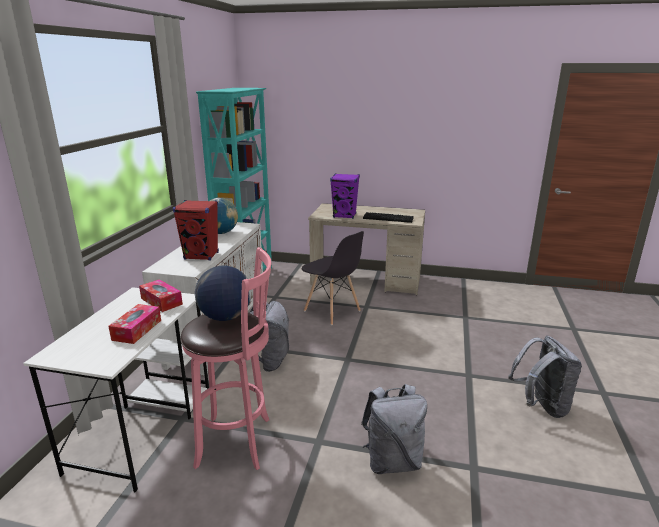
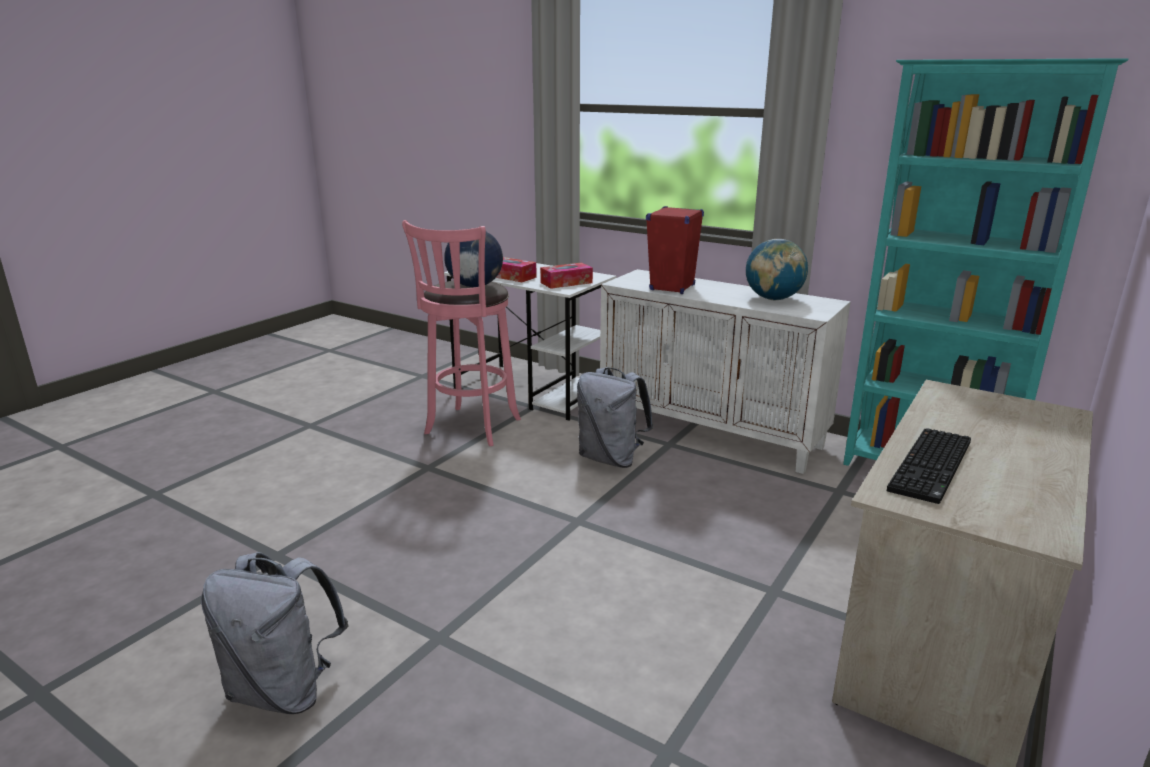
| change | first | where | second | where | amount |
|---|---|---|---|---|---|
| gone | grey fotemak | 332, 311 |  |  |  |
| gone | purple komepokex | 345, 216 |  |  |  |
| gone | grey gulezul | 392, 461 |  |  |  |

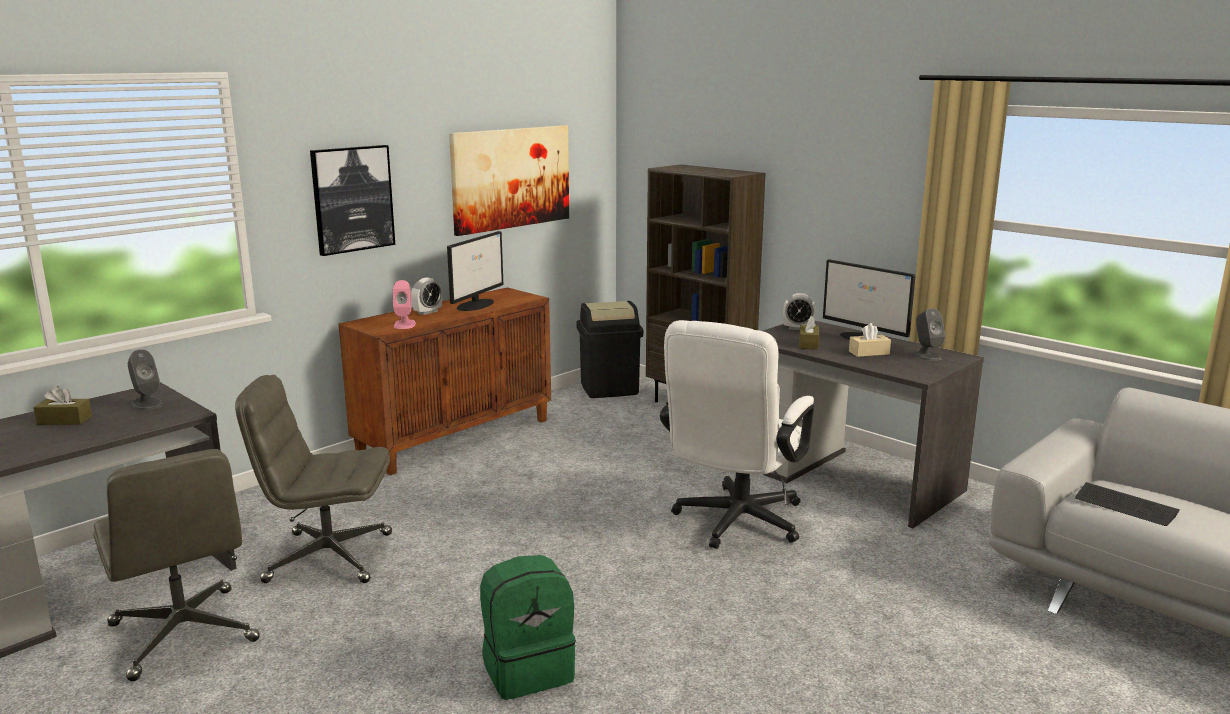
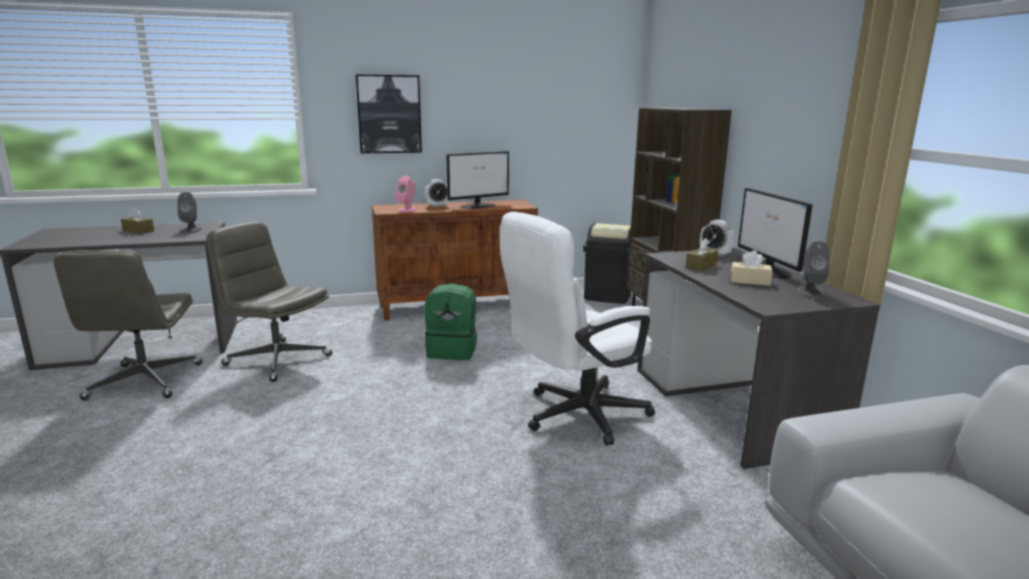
| change | first | where | second | where | amount |
|---|---|---|---|---|---|
| shifted | green gulezul | 528, 670 |  | 452, 351 |  |
| gone | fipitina | 511, 178 |  |  |  |
| gone | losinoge | 1125, 506 |  |  |  |

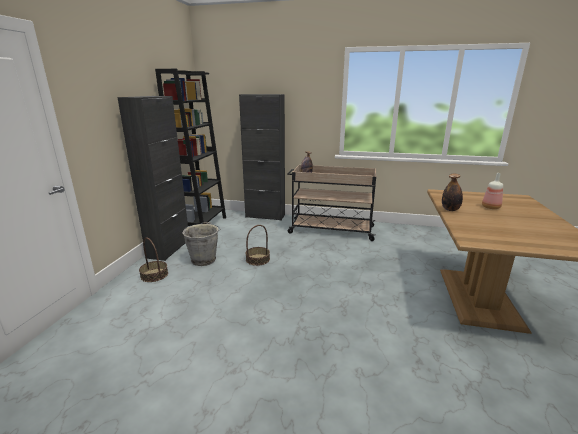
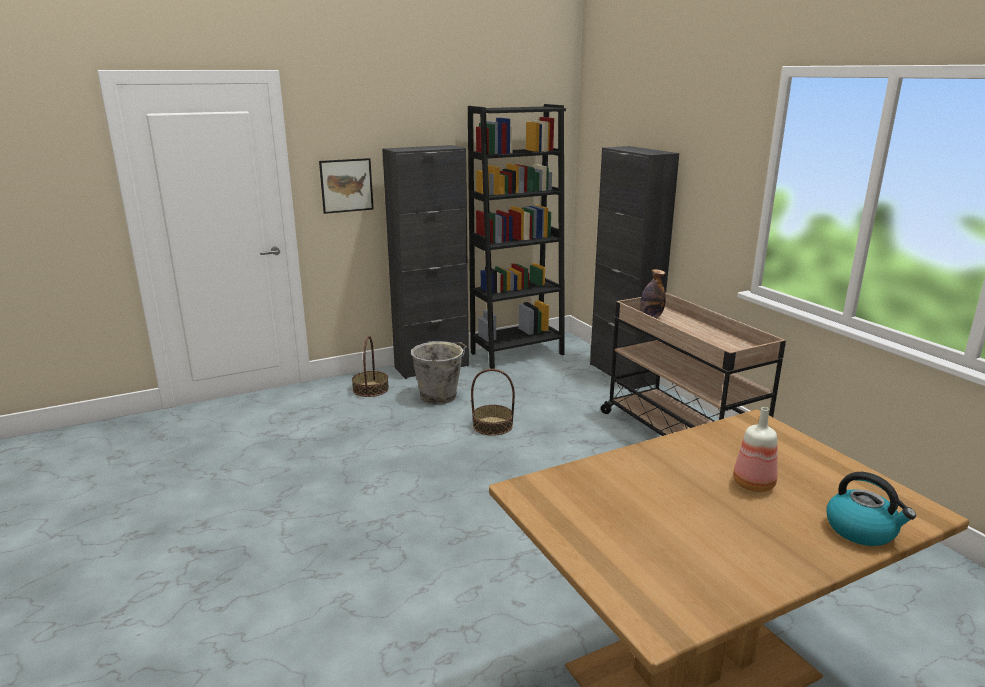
| change | first | where | second | where | amount |
|---|---|---|---|---|---|
| new |  |  | fipitina | 346, 185 |  |
| new |  |  | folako | 862, 530 |  |
| gone | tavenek | 450, 210 |  |  |  |

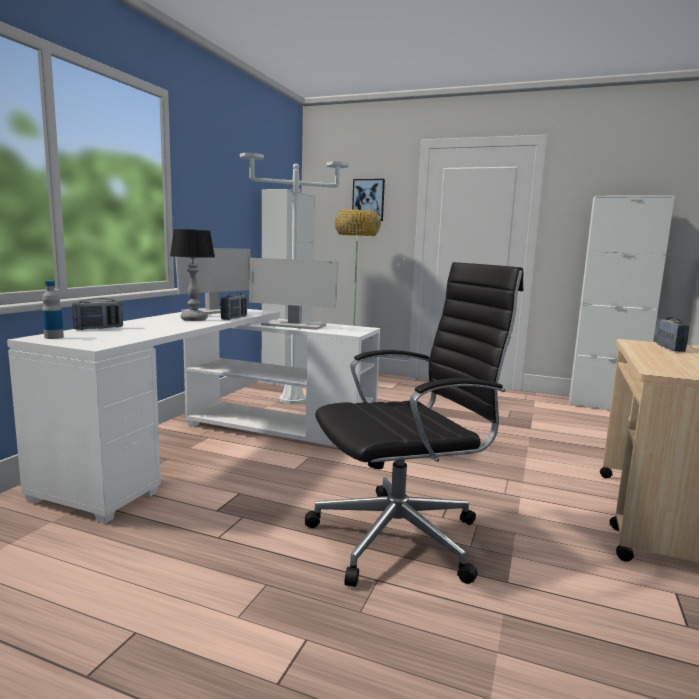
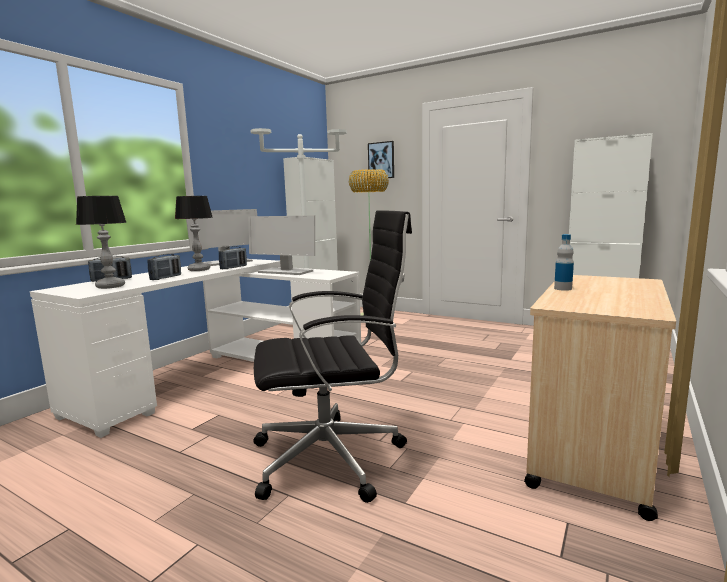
| change | first | where | second | where | amount |
|---|---|---|---|---|---|
| new |  |  | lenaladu | 111, 286 |  |
| shifted | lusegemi | 670, 348 |  | 166, 278 |  |
| shifted | tavenek | 54, 337 |  | 563, 288 |  |

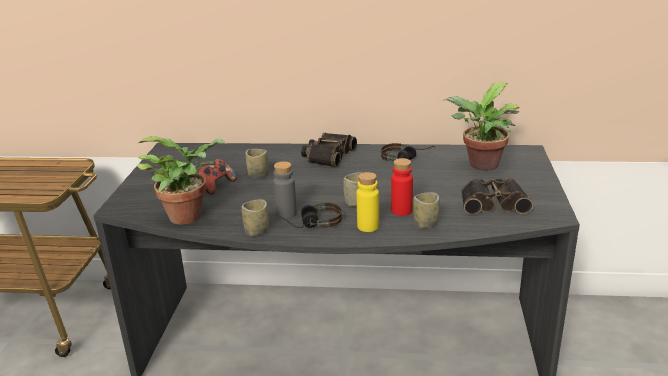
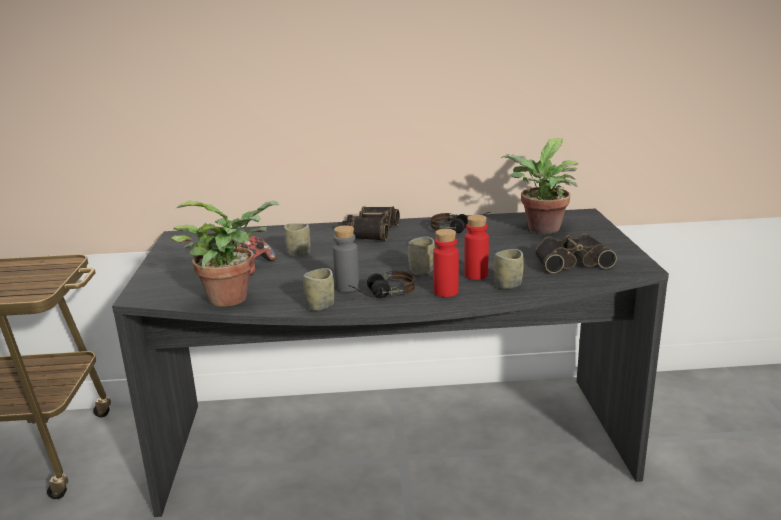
| change | first | where | second | where | amount |
|---|---|---|---|---|---|
| repainted | yellow tavenek | 368, 226 | red tavenek | 446, 292 |  |

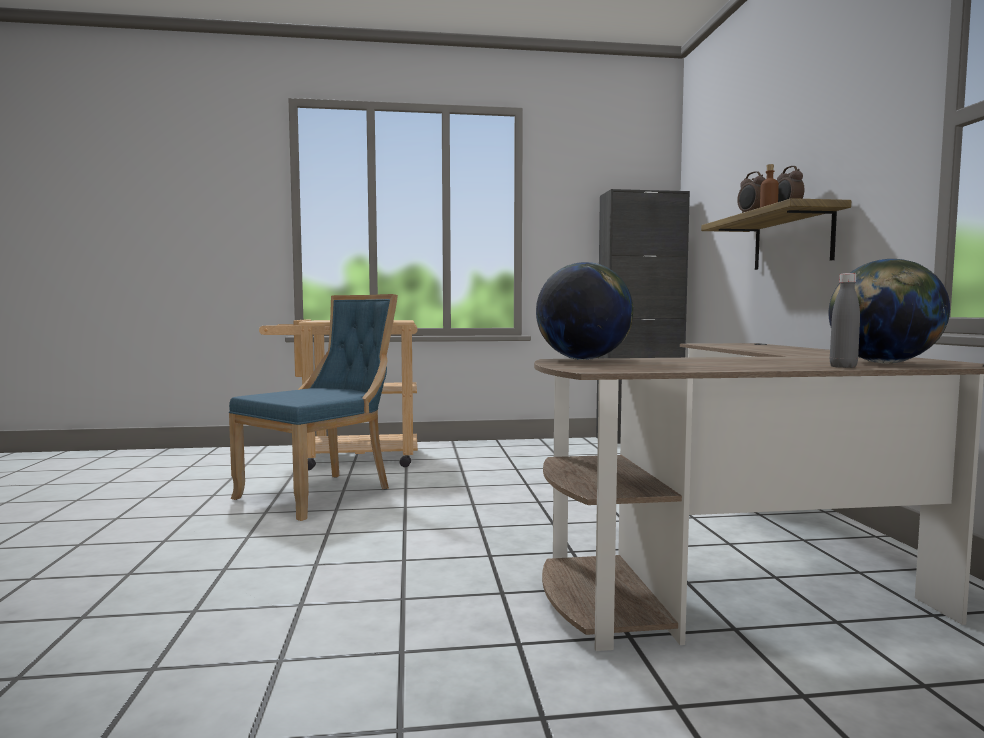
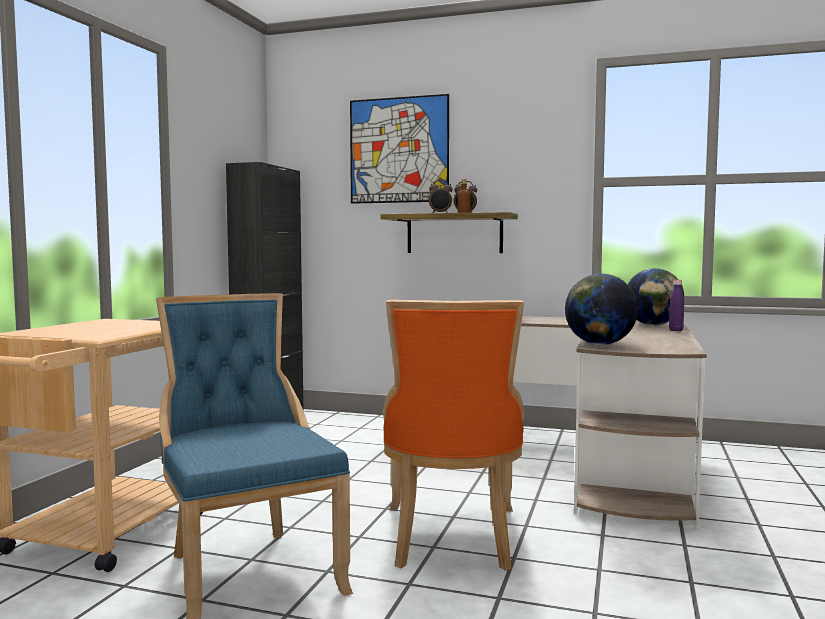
| change | first | where | second | where | amount |
|---|---|---|---|---|---|
| new |  |  | fipitina | 399, 150 |  |
| new |  |  | orange fotemak | 451, 539 |  |
| repainted | grey tavenek | 843, 367 | purple tavenek | 676, 330 |  |

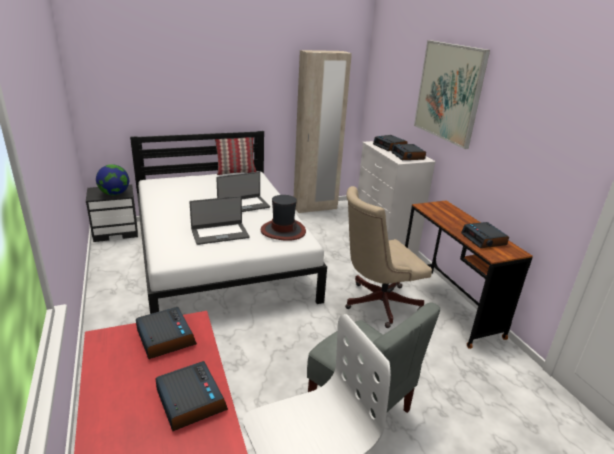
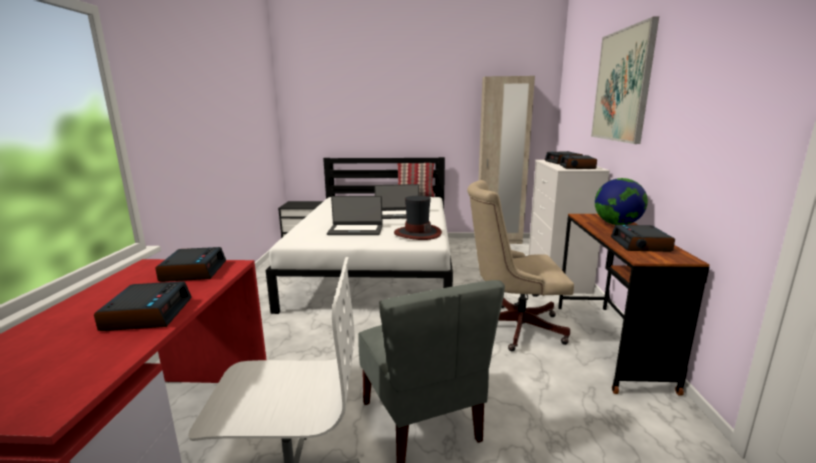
| change | first | where | second | where | amount |
|---|---|---|---|---|---|
| shifted | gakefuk | 114, 194 |  | 617, 224 |  |

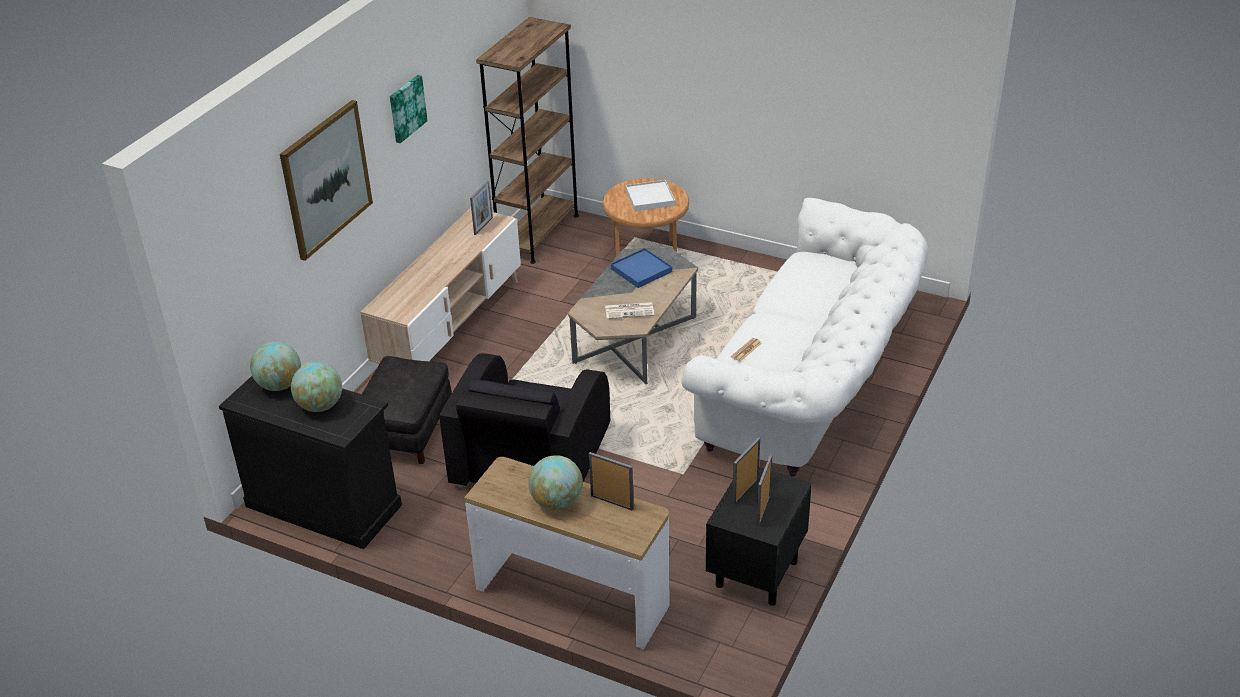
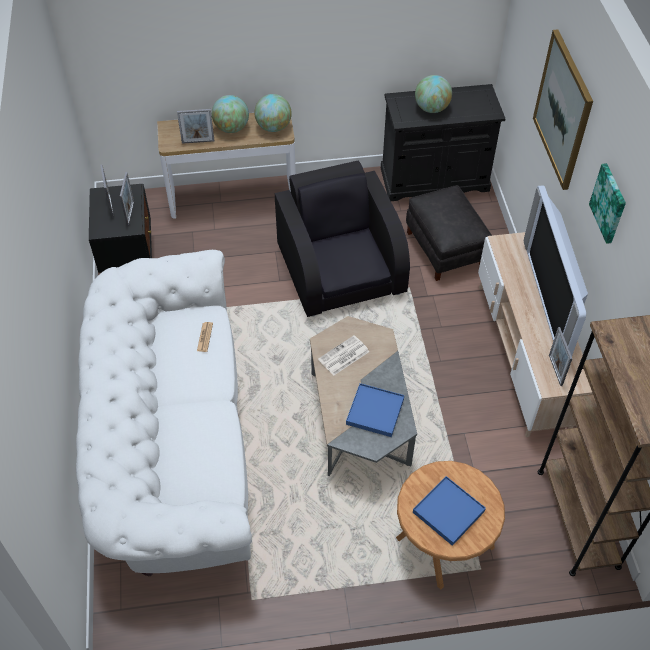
| change | first | where | second | where | amount |
|---|---|---|---|---|---|
| shifted | gakefuk | 280, 385 |  | 273, 127 |  |
| repainted | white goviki | 650, 198 | blue goviki | 448, 512 |  |
| new |  |  | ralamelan | 549, 300 |  |

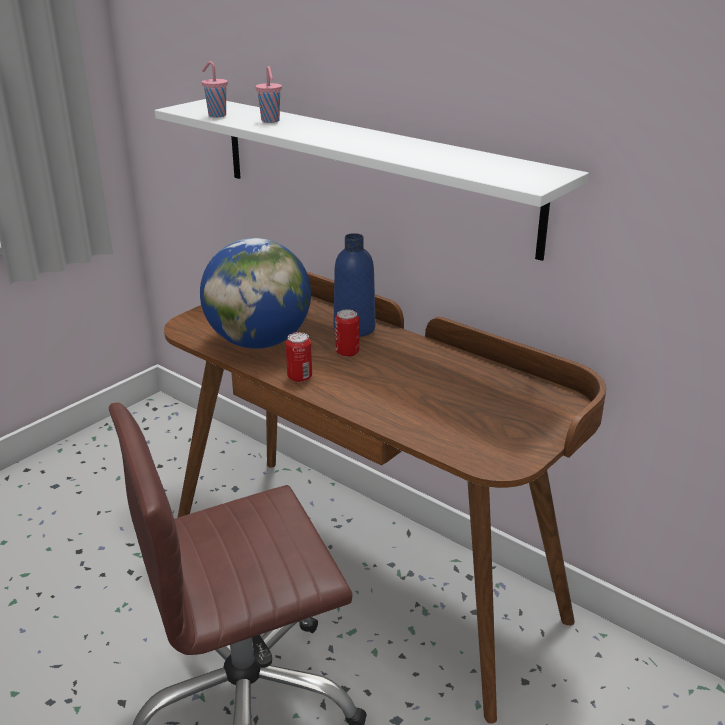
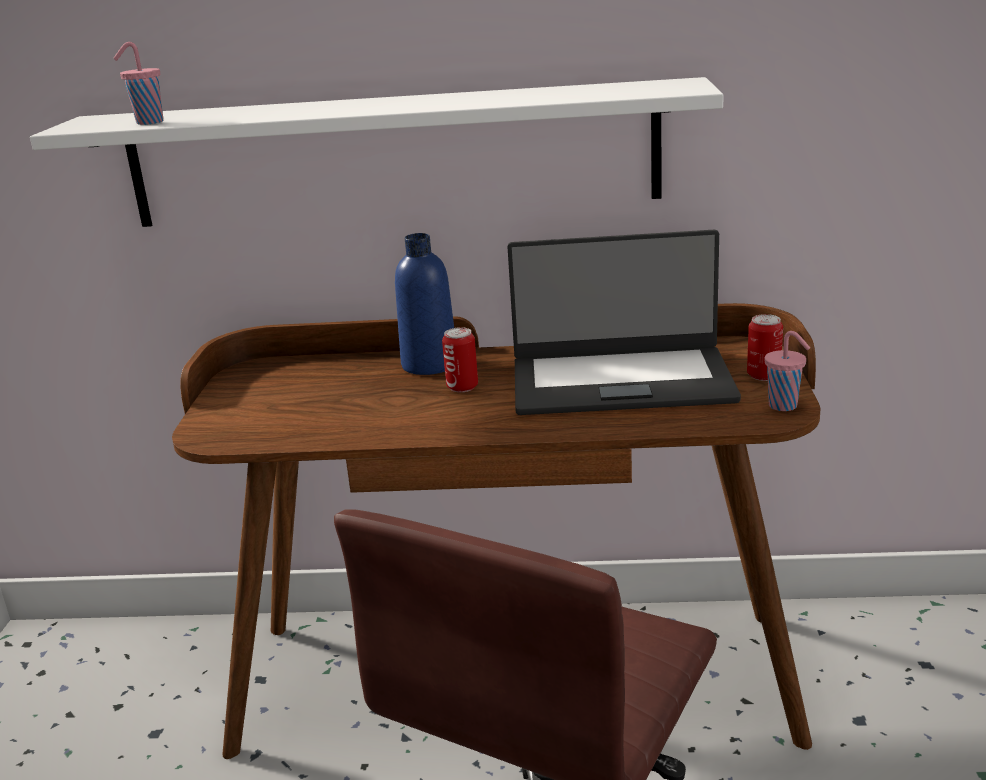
| change | first | where | second | where | amount |
|---|---|---|---|---|---|
| new |  |  | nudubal | 620, 381 |  |
| shifted | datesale | 299, 377 |  | 763, 375 |  |
| shifted | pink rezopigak | 270, 121 |  | 784, 406 |  |
| gone | gakefuk | 259, 342 |  |  |  |

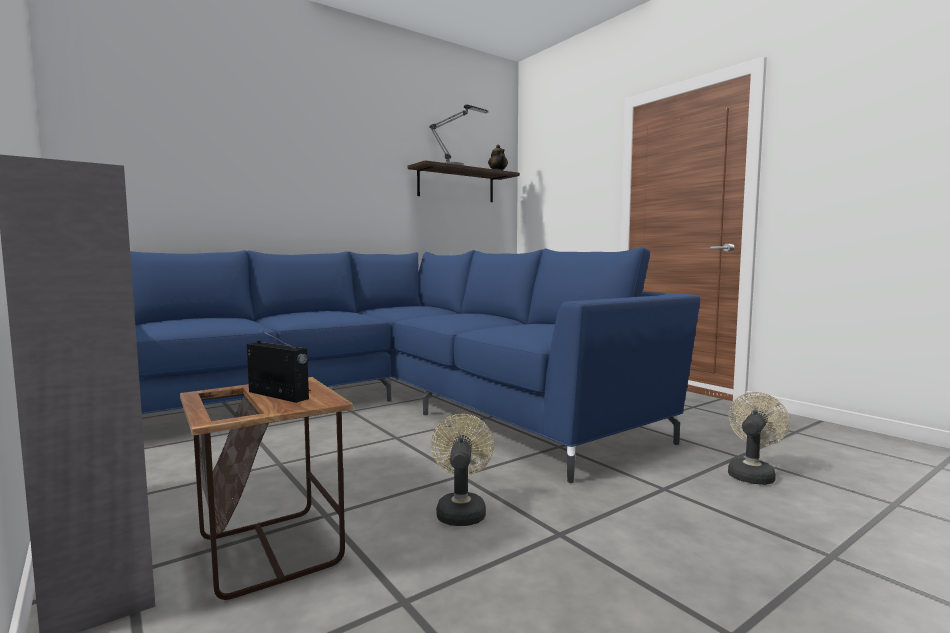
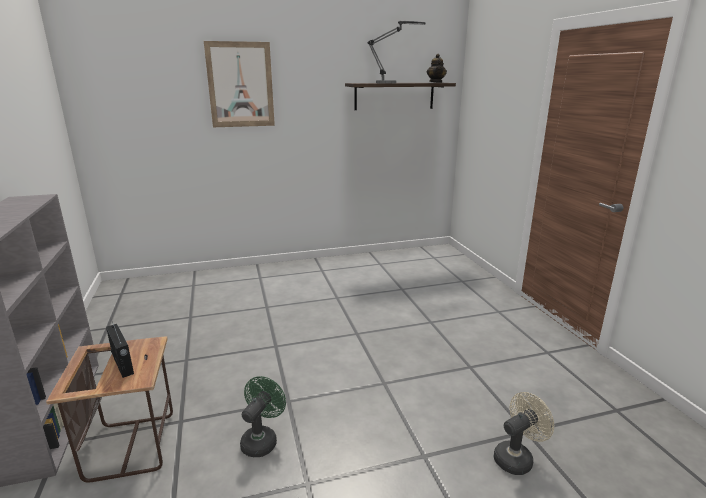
| change | first | where | second | where | amount |
|---|---|---|---|---|---|
| new |  |  | fipitina | 240, 85 |  |
| repainted | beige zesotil | 461, 510 | green zesotil | 262, 439 |  |
| gone | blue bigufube | 387, 405 |  |  |  |

